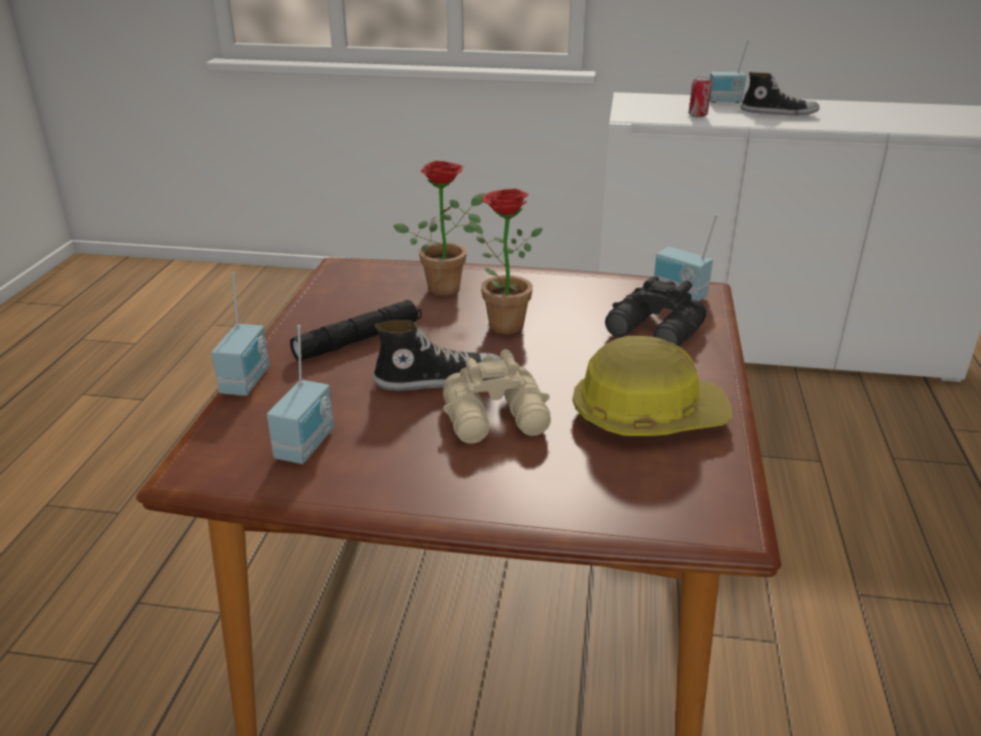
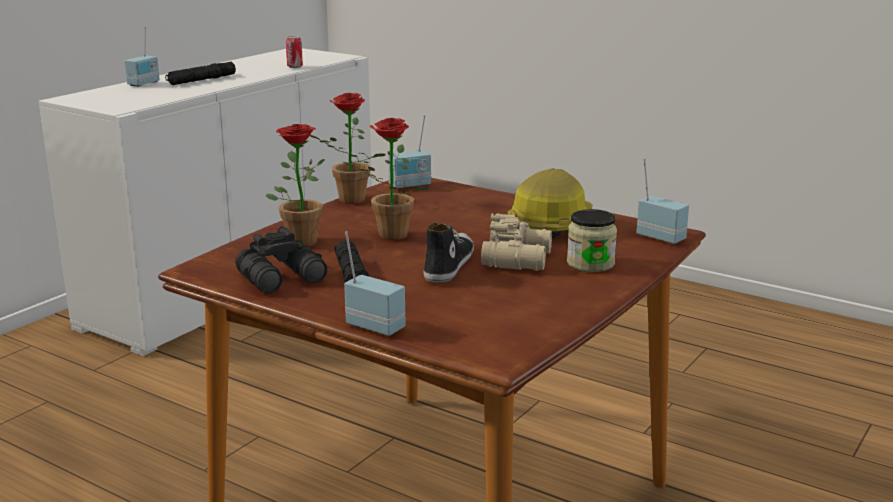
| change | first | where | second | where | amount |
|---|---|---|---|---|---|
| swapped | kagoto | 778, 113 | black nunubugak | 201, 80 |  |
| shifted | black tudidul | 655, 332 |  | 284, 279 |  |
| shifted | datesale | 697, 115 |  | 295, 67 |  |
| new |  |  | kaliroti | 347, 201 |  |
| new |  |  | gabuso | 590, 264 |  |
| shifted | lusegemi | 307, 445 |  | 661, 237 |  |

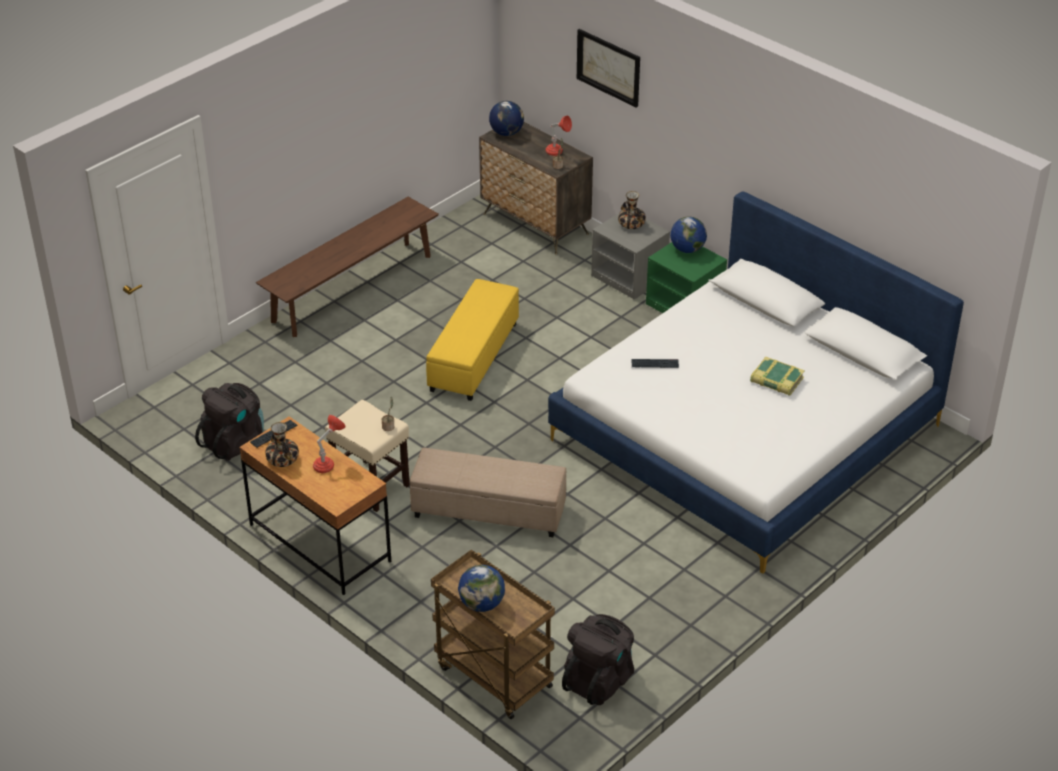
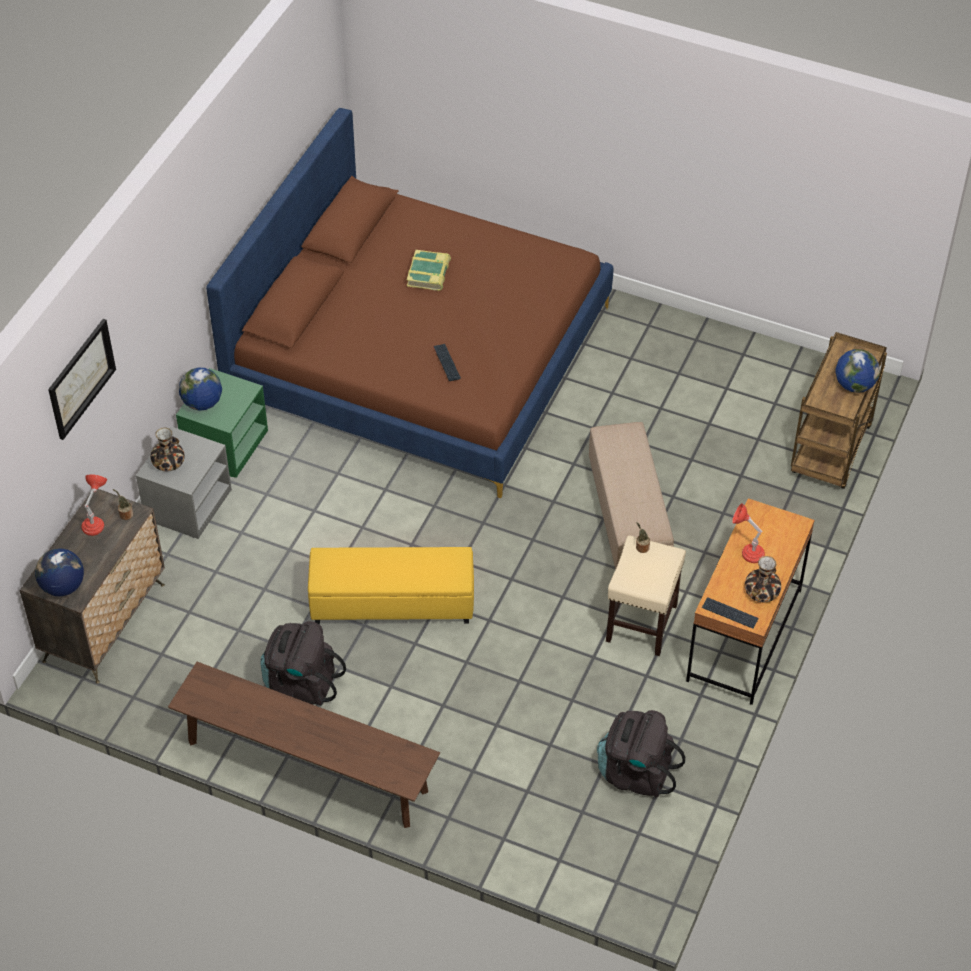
| change | first | where | second | where | amount |
|---|---|---|---|---|---|
| repainted | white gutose | 746, 432 | brown gutose | 420, 355 |  |
| shifted | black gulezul | 599, 680 |  | 301, 684 |  |

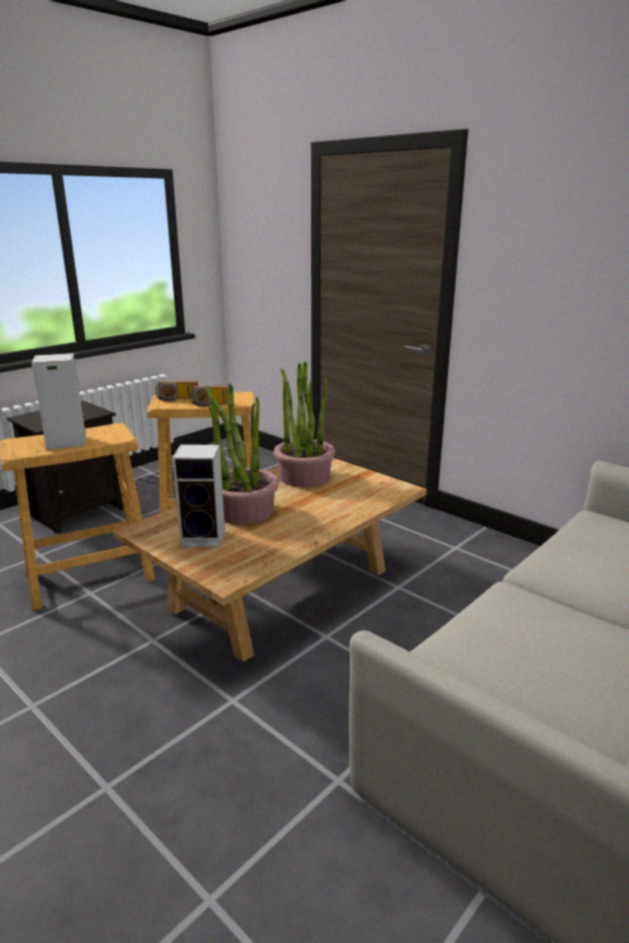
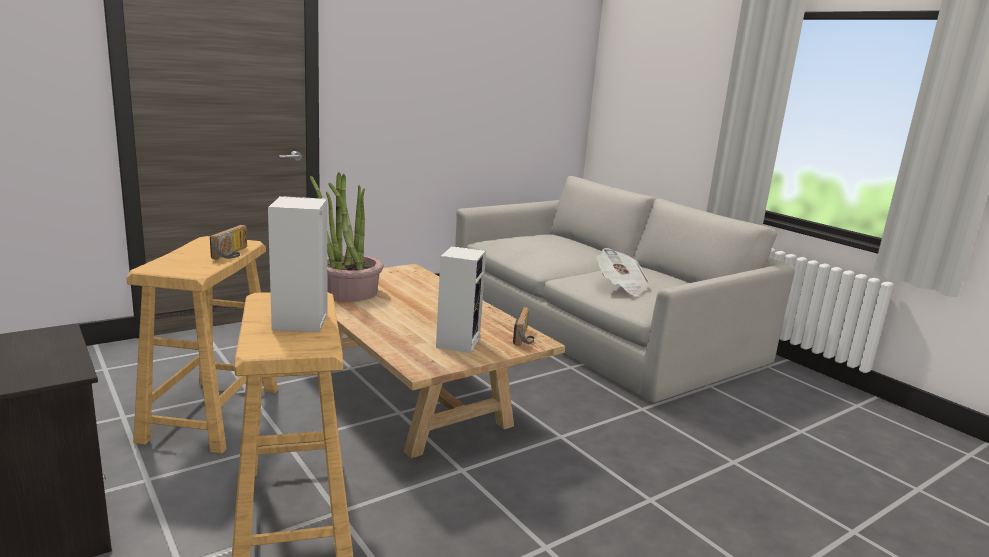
| change | first | where | second | where | amount |
|---|---|---|---|---|---|
| shifted | lusegemi | 177, 399 |  | 525, 337 |  |
| new |  |  | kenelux | 621, 286 |  |
| gone | kaliroti | 244, 511 |  |  |  |

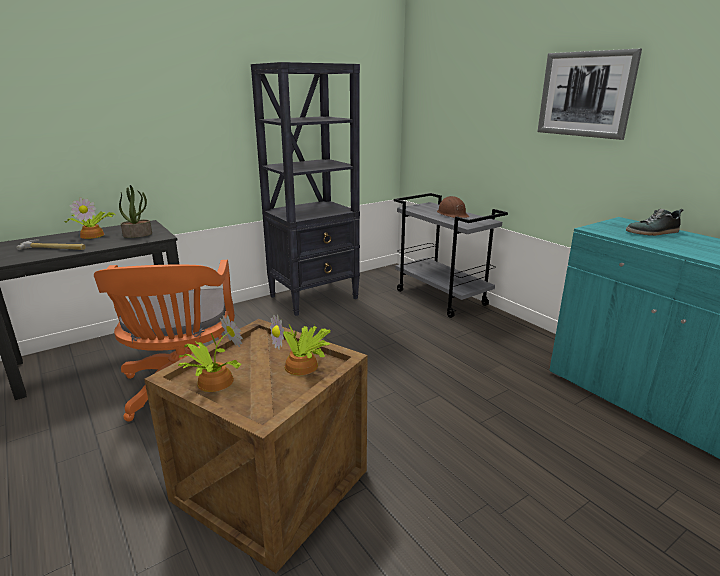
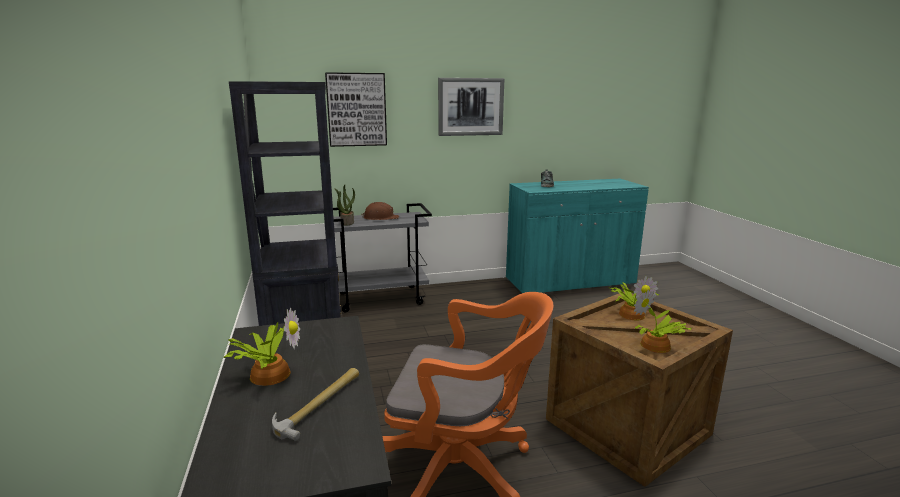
| change | first | where | second | where | amount |
|---|---|---|---|---|---|
| new |  |  | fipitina | 356, 109 |  |
| shifted | kaliroti | 138, 234 |  | 347, 222 |  |

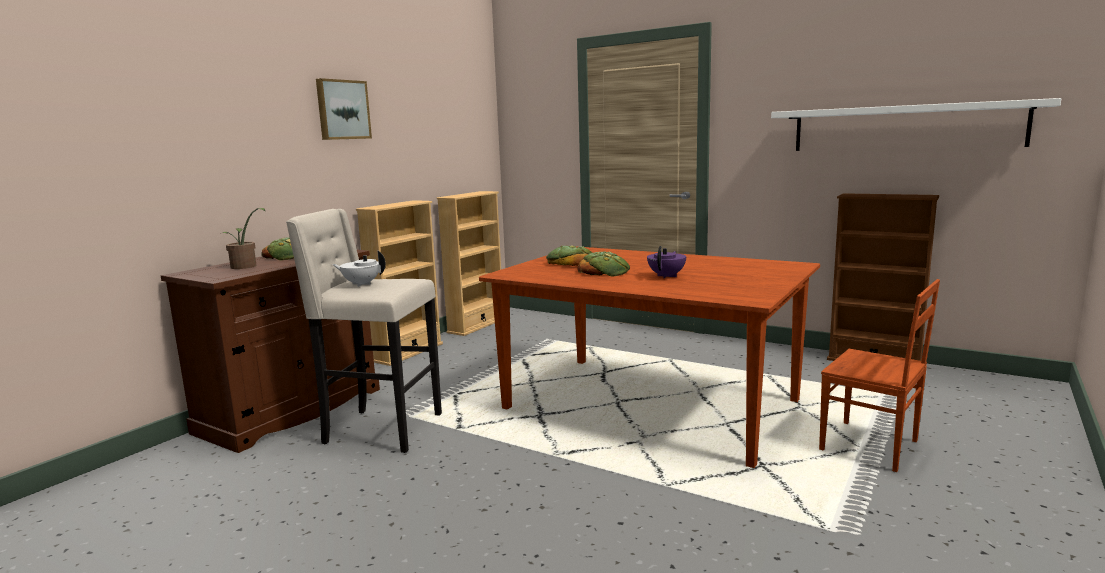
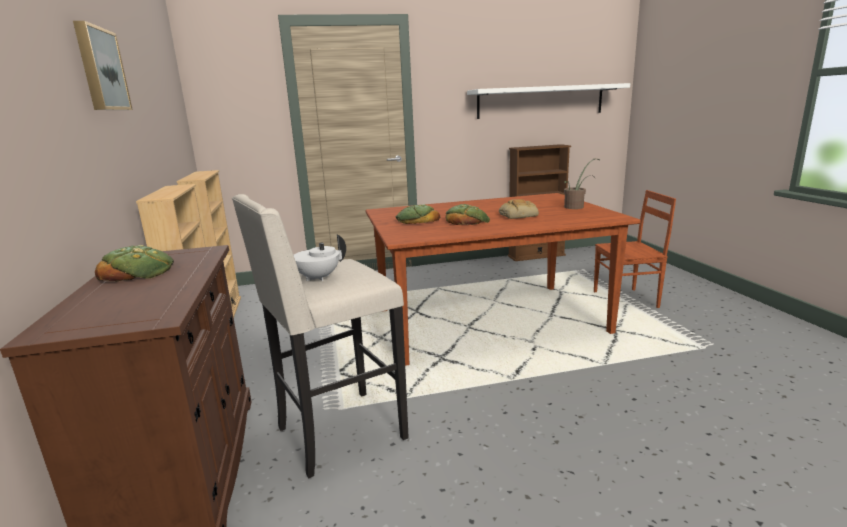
| change | first | where | second | where | amount |
|---|---|---|---|---|---|
| swapped | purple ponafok | 667, 276 | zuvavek | 518, 215 |  |
| shifted | kaliroti | 245, 267 |  | 576, 207 |  |

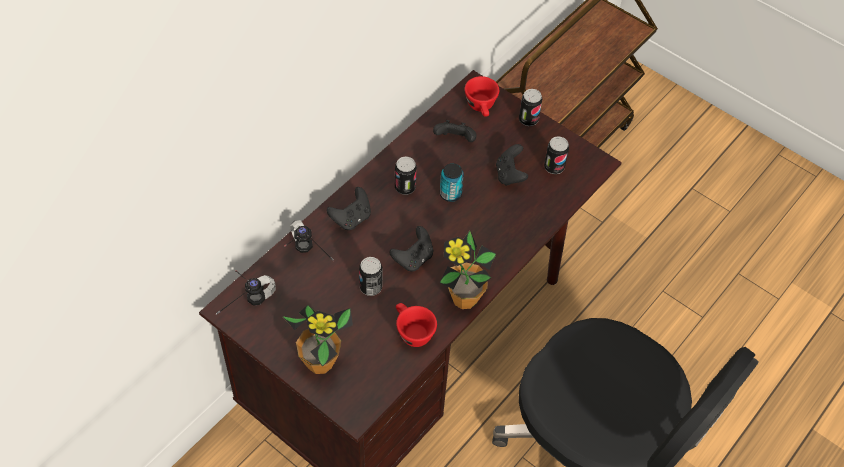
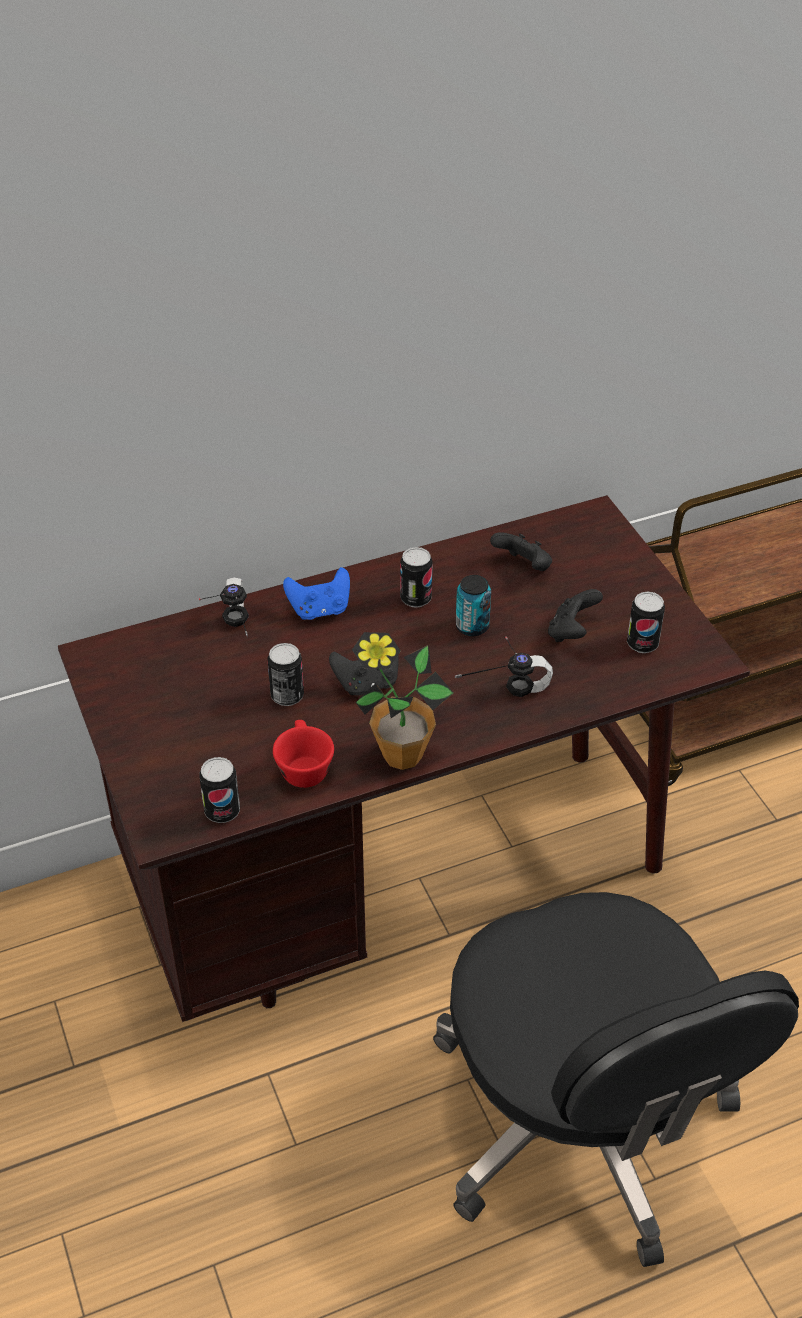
| change | first | where | second | where | amount |
|---|---|---|---|---|---|
| shifted | datesale | 528, 120 |  | 222, 811 |  |
| repainted | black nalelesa | 351, 218 | blue nalelesa | 320, 610 |  |
| shifted | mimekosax | 242, 301 |  | 500, 686 |  |
| gone | kaliroti | 320, 363 |  |  |  |
| gone | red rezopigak | 481, 107 |  |  |  |

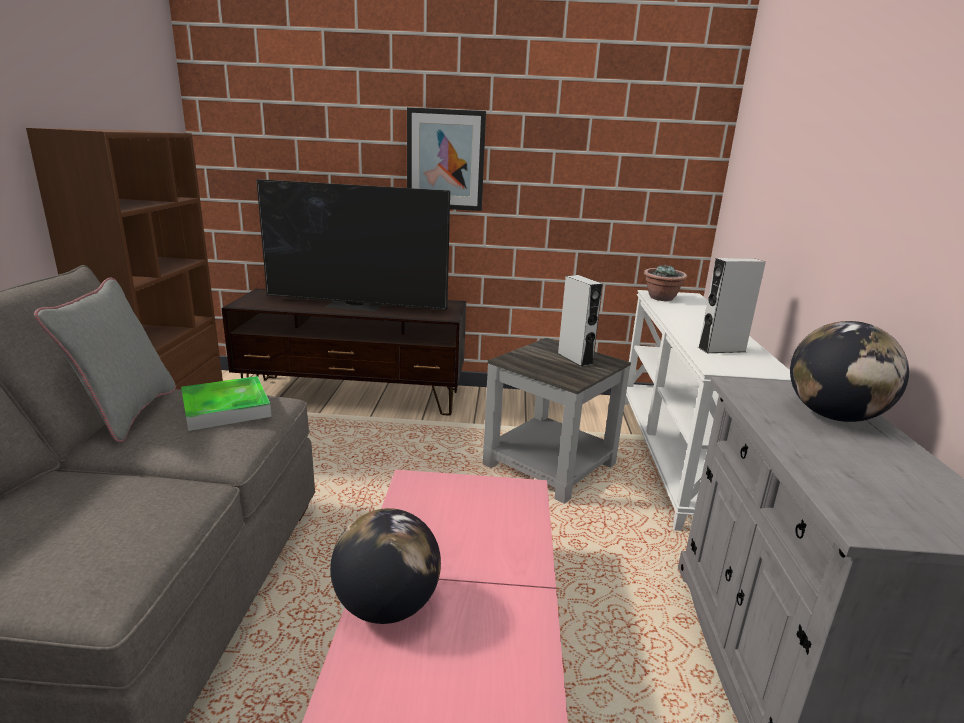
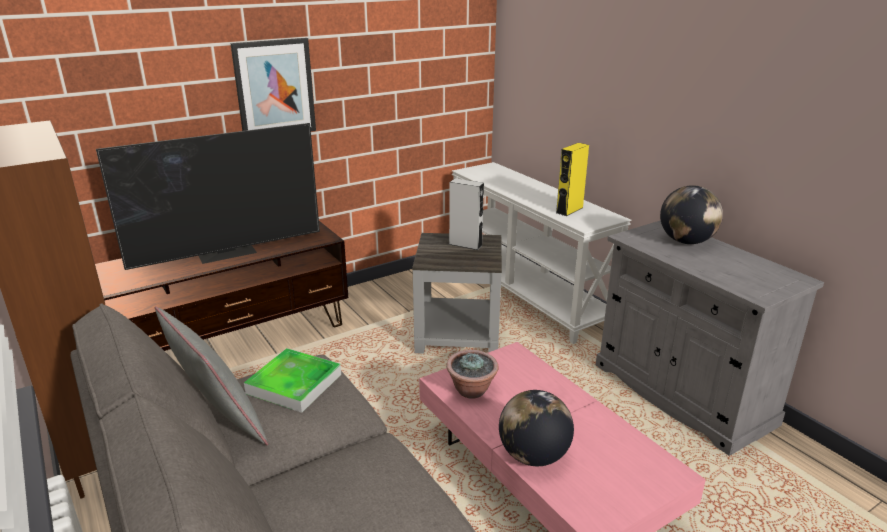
| change | first | where | second | where | amount |
|---|---|---|---|---|---|
| shifted | kaliroti | 661, 298 |  | 472, 390 |  |
| repainted | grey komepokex | 721, 349 | yellow komepokex | 569, 210 |  |

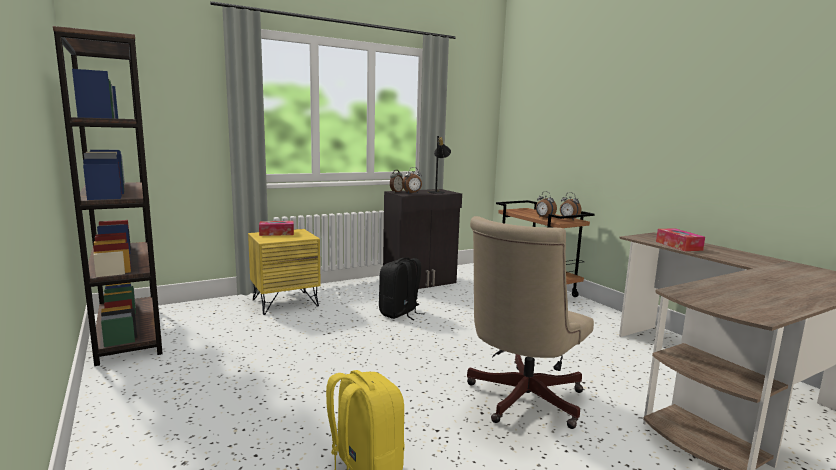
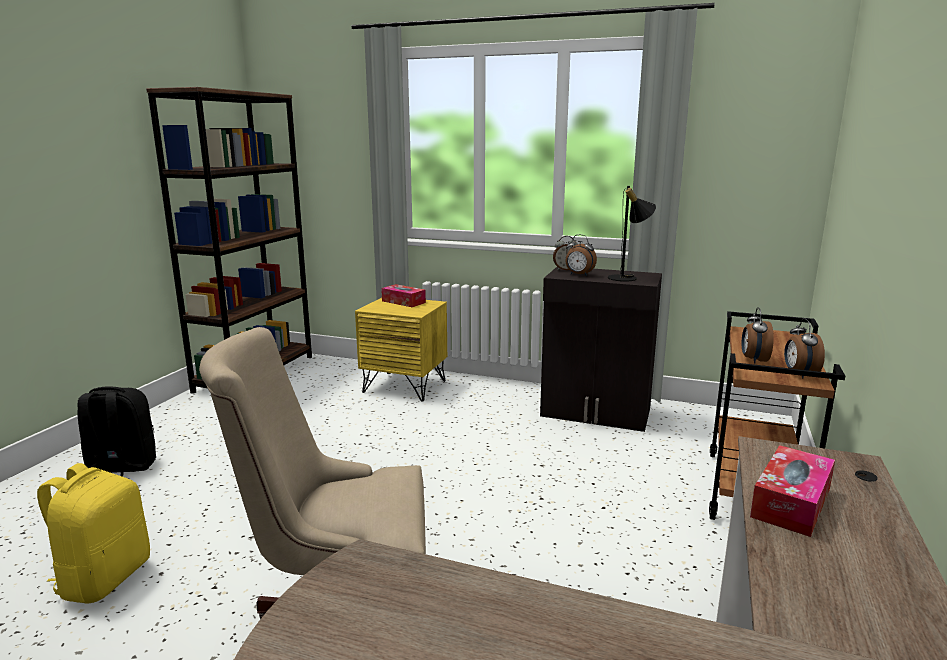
| change | first | where | second | where | amount |
|---|---|---|---|---|---|
| shifted | black gulezul | 400, 313 |  | 121, 468 |  |

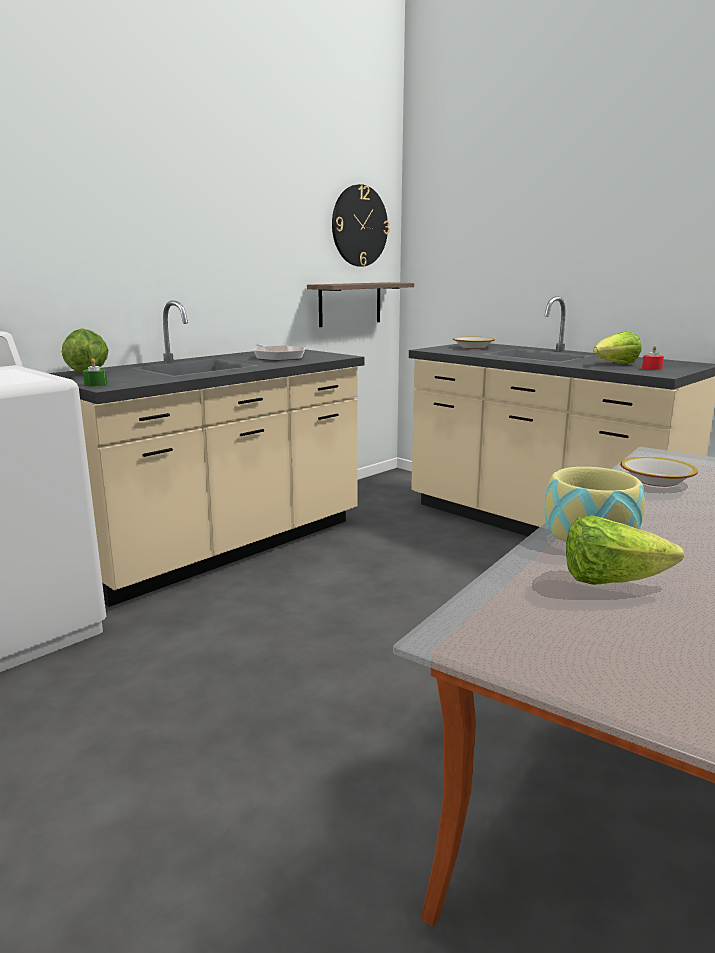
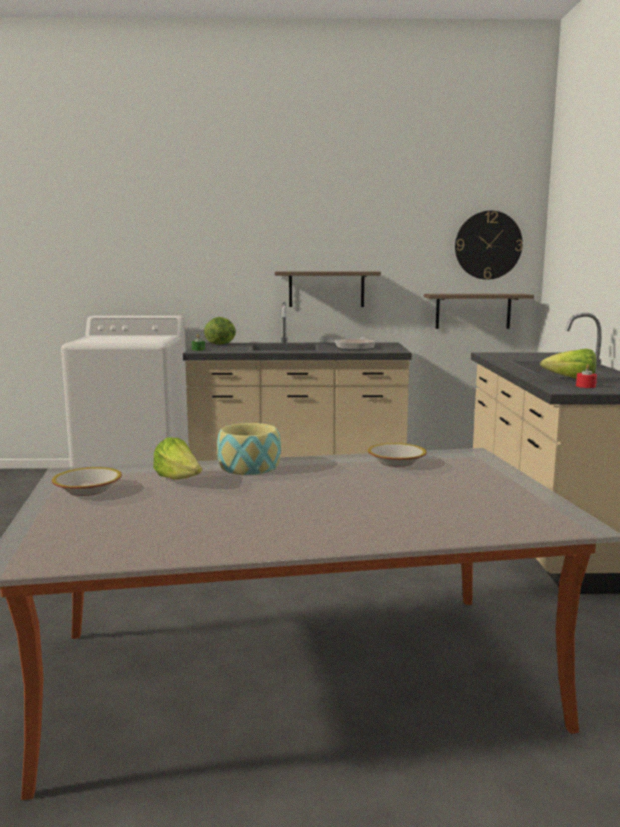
| change | first | where | second | where | amount |
|---|---|---|---|---|---|
| shifted | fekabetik | 473, 347 |  | 87, 490 |  |
| new |  |  | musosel | 326, 289 |  |

